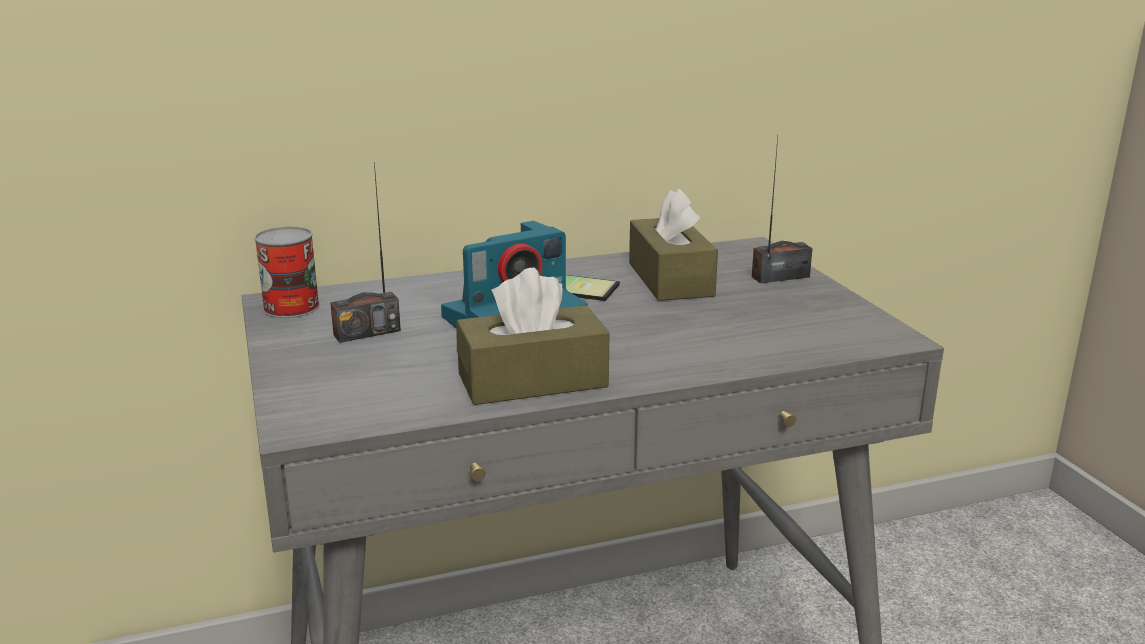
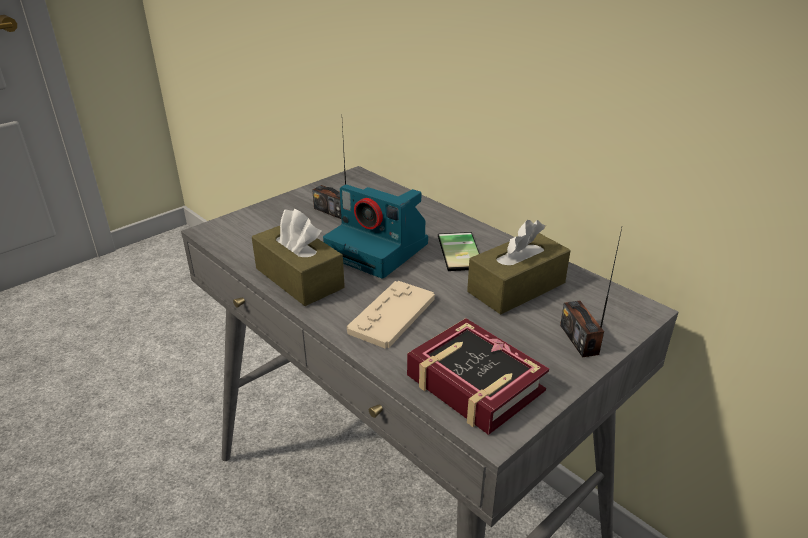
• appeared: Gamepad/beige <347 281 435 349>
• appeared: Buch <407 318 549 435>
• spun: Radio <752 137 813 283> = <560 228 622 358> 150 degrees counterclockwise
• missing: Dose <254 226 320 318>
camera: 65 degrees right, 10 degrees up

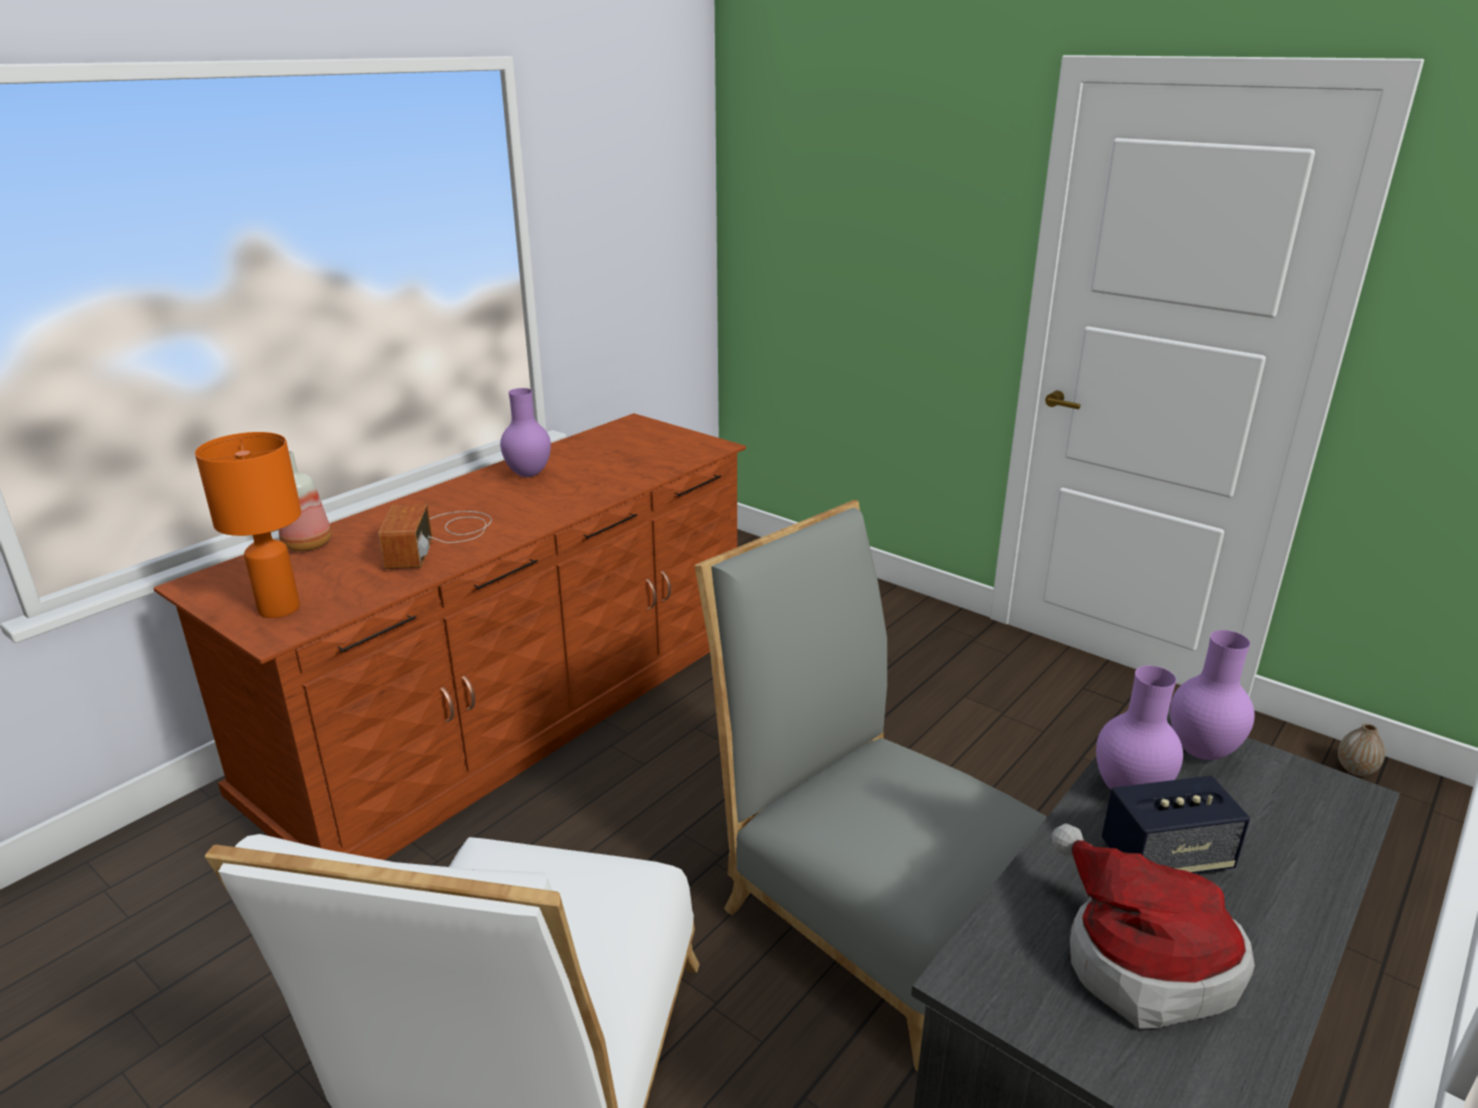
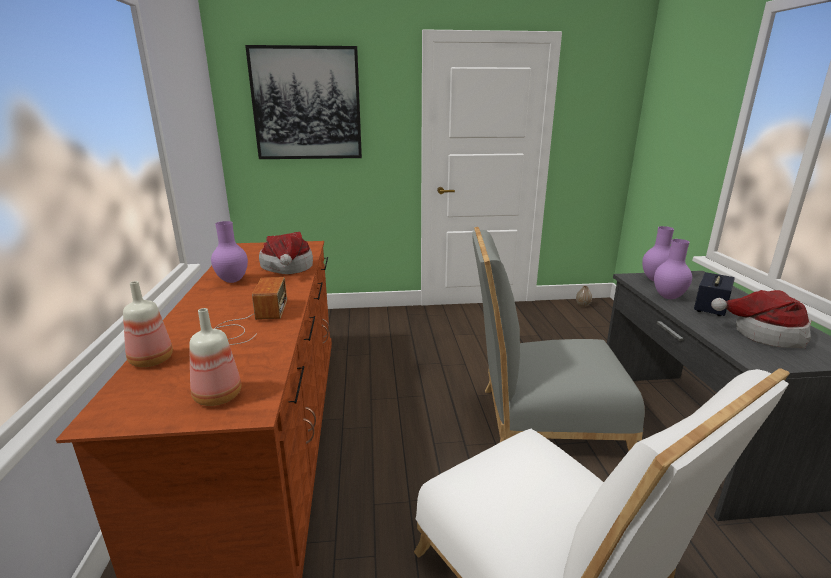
• exchanged: Tischlampe/orange <195 432 301 618> to Flasche <189 308 241 406>
• spun: Radio <379 504 492 569> = <214 277 287 345> 135 degrees counterclockwise
• appeared: Bild <245 45 362 159>
• appeared: Hut <259 232 313 274>
camera: 45 degrees left, 5 degrees down

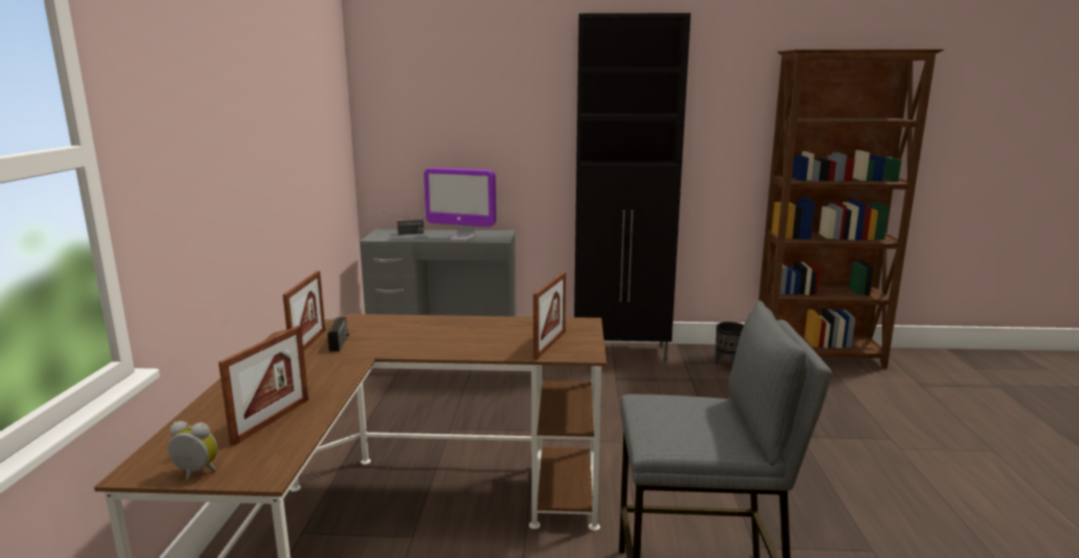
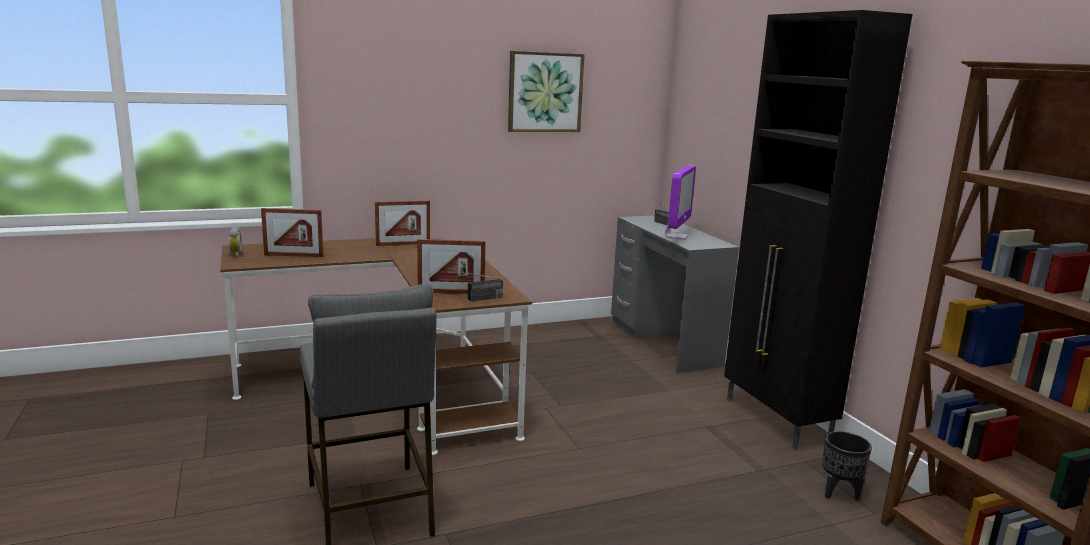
• relocated: Radio <321 317 349 352> to <450 271 503 301>
• appeared: Bild <508 51 585 132>
• spun: Monitor <424 168 496 241> = <665 165 696 240> 150 degrees counterclockwise
camera: 65 degrees right, 0 degrees up

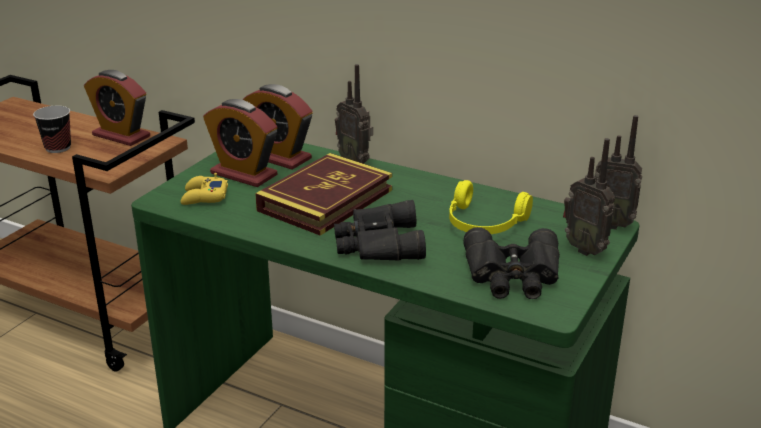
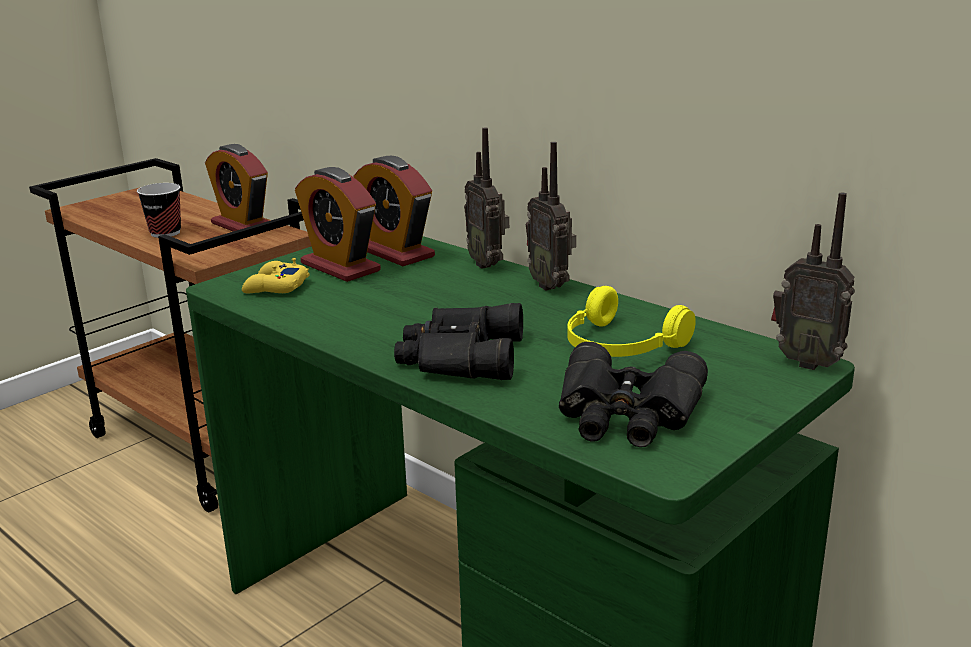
• relocated: Radio <563 138 615 256> to <526 142 576 291>
• missing: Buch <255 153 392 236>
camera: 15 degrees right, 5 degrees down

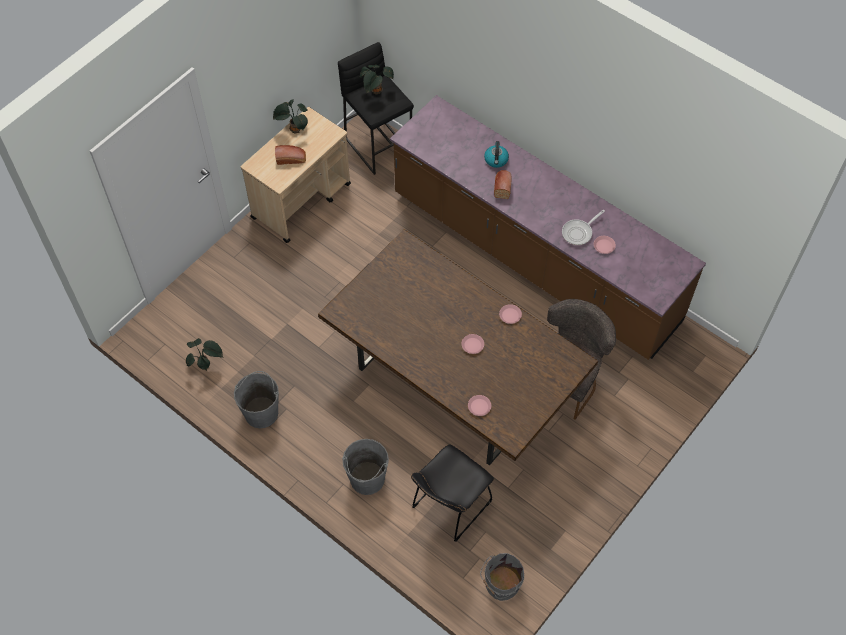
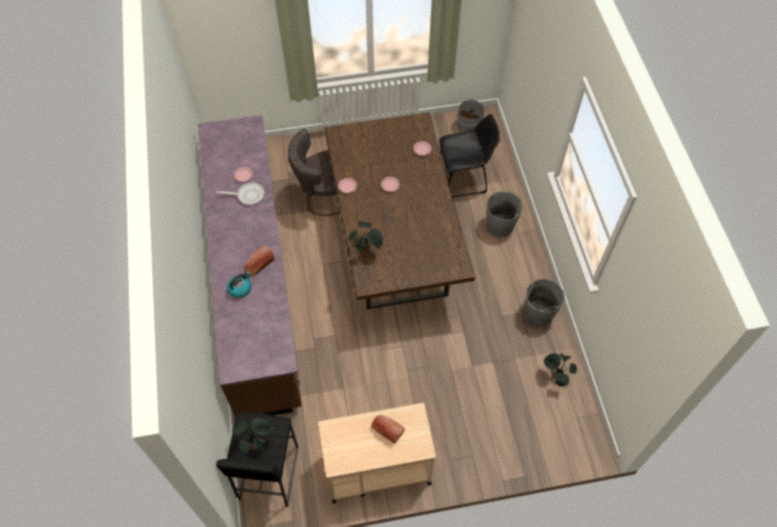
• relocated: Topfpflanze <273 100 308 133> to <348 221 383 252>
camera: 140 degrees left, 0 degrees up

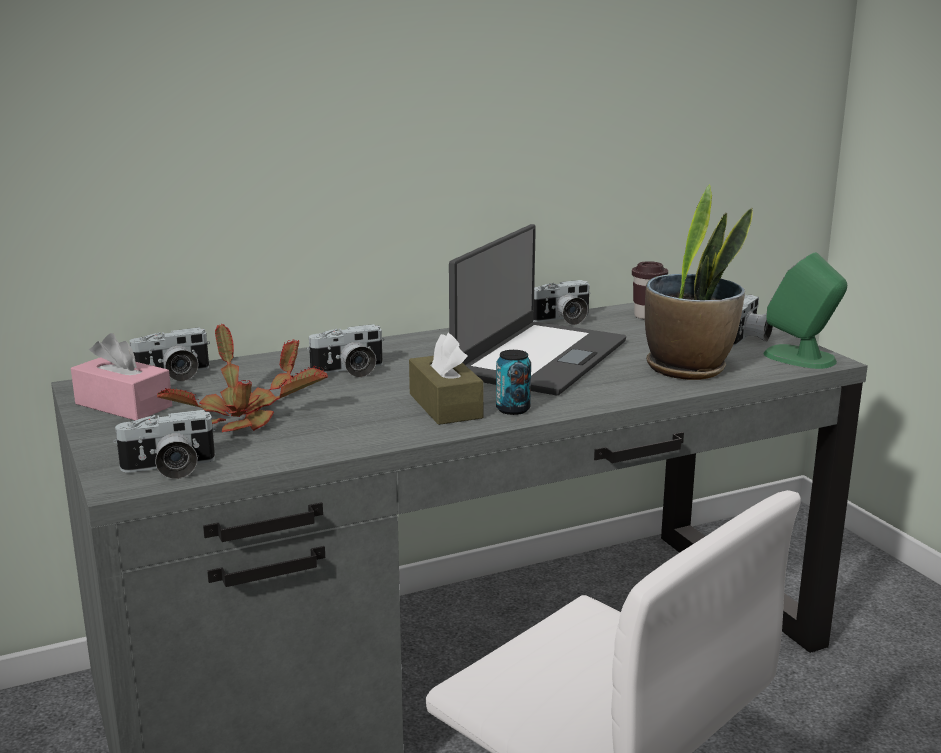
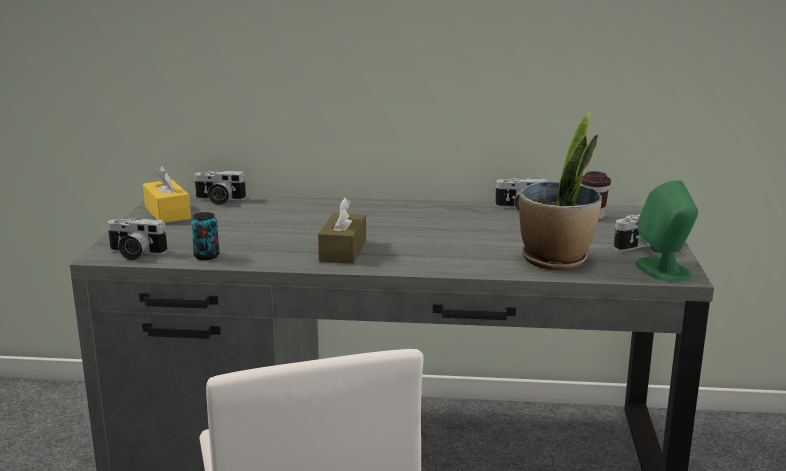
• colour: Taschentuchbox/rosa <71 333 172 420> to Taschentuchbox/gelb <143 165 191 223>
• relocated: Dose <496 350 531 415> to <191 212 219 260>
• missing: Topfpflanze <157 323 328 432>
• missing: Kamera <307 324 384 378>
• missing: Laptop <449 224 626 395>
camera: 30 degrees right, 0 degrees up

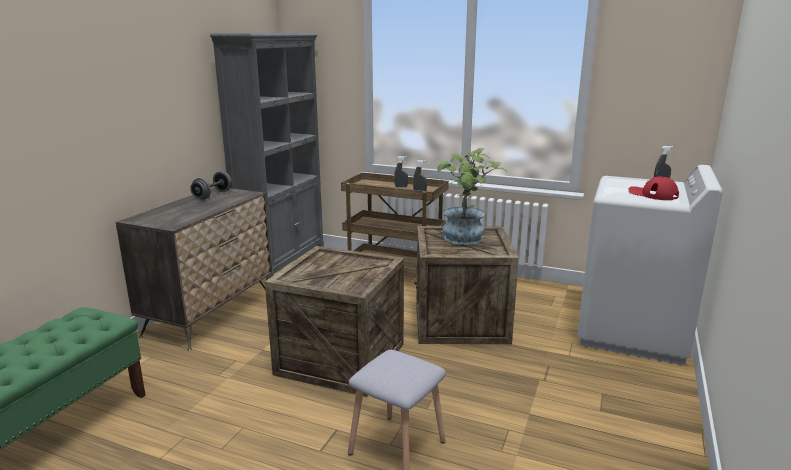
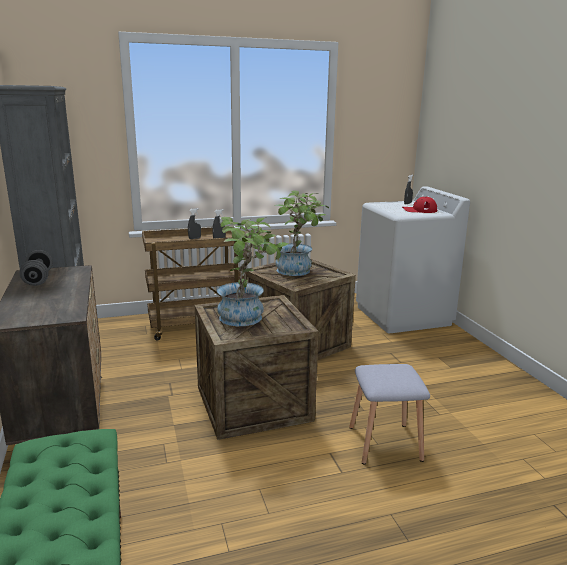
• appeared: Topfpflanze <217 217 288 326>
camera: 40 degrees left, 0 degrees up

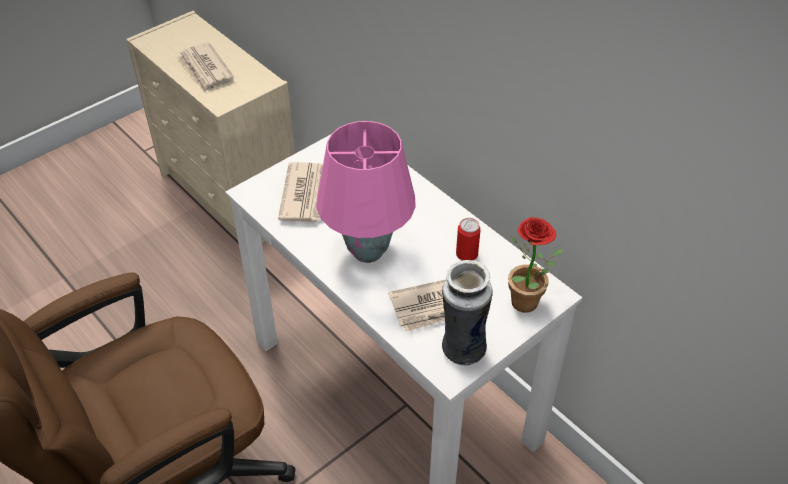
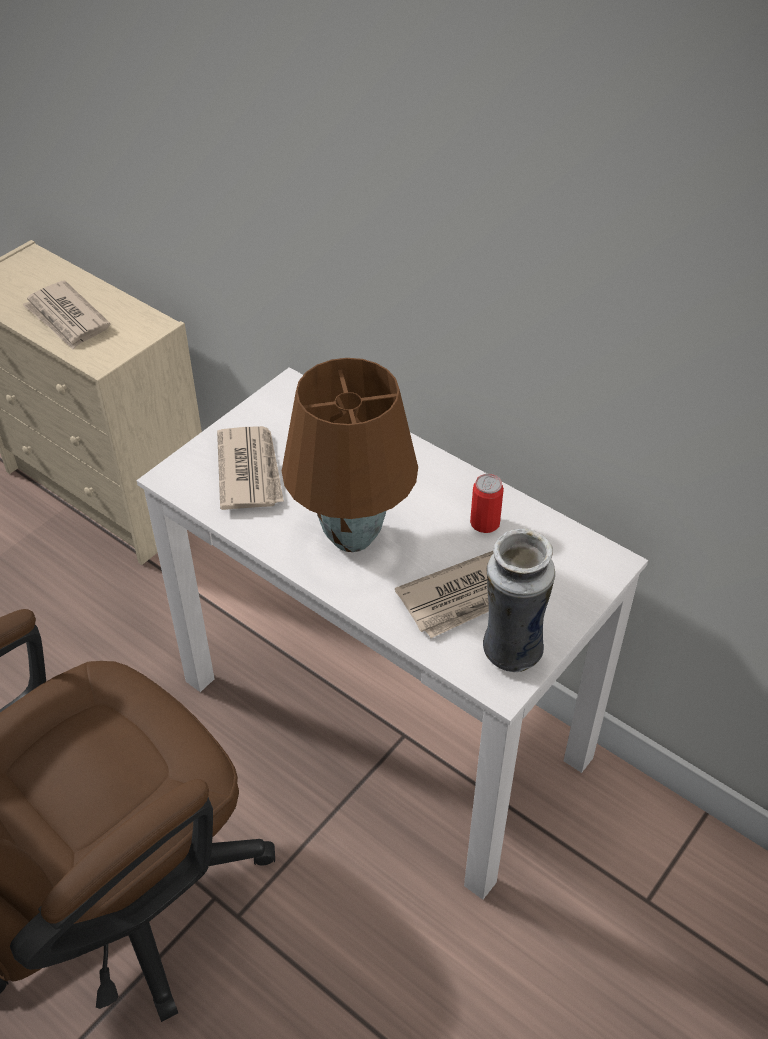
• colour: Tischlampe/rosa <316 121 416 263> to Tischlampe/braun <282 358 418 552>
• missing: Topfpflanze <508 217 564 313>
camera: 10 degrees left, 0 degrees up

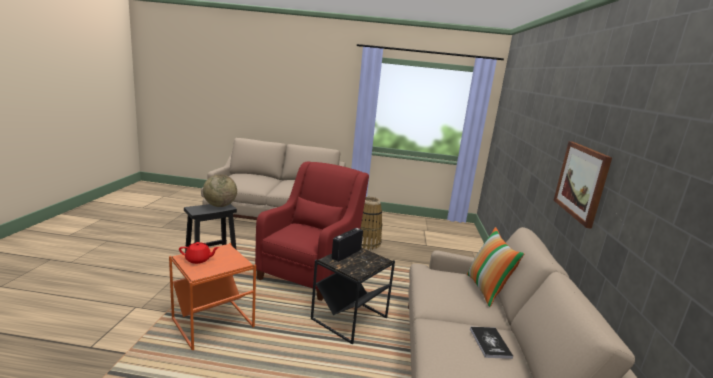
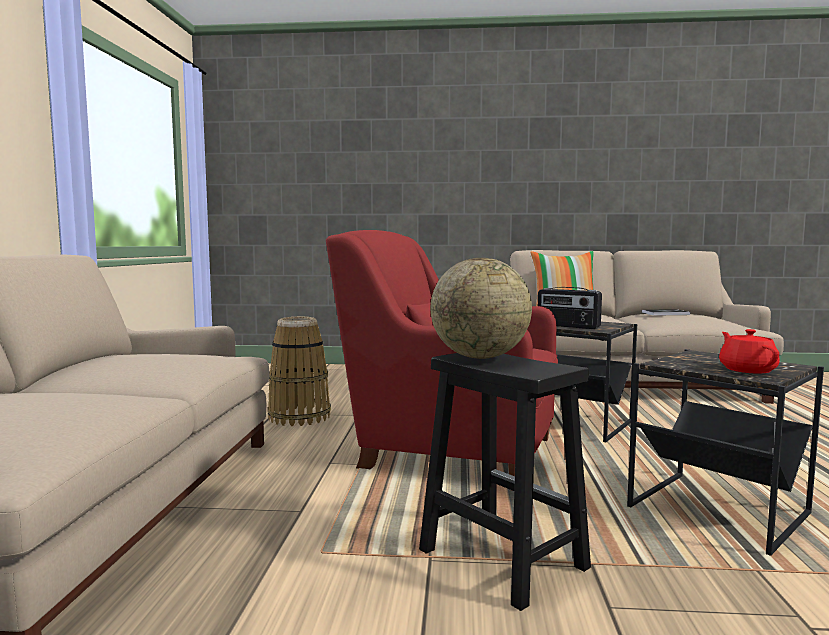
• colour: Beistelltisch/orange <169 243 256 350> to Beistelltisch/schwarz <627 349 824 556>
• missing: Bild <554 141 612 229>
camera: 90 degrees left, 10 degrees down

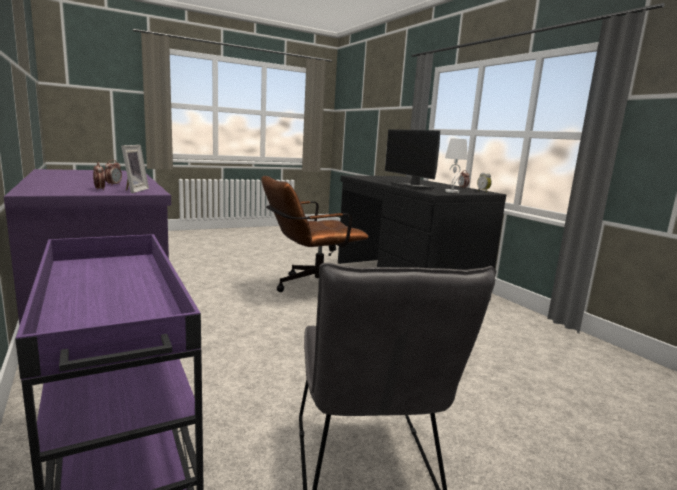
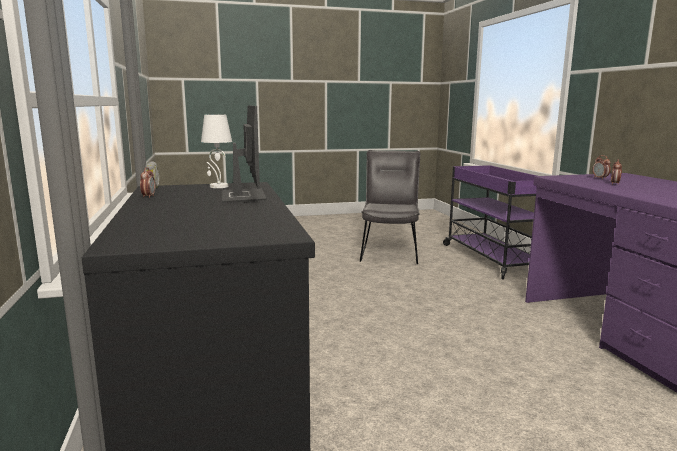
• missing: Bilderrahmen <121 145 149 193>
• missing: Bürostuhl/braun <261 176 369 292>
camera: 165 degrees left, 0 degrees up

